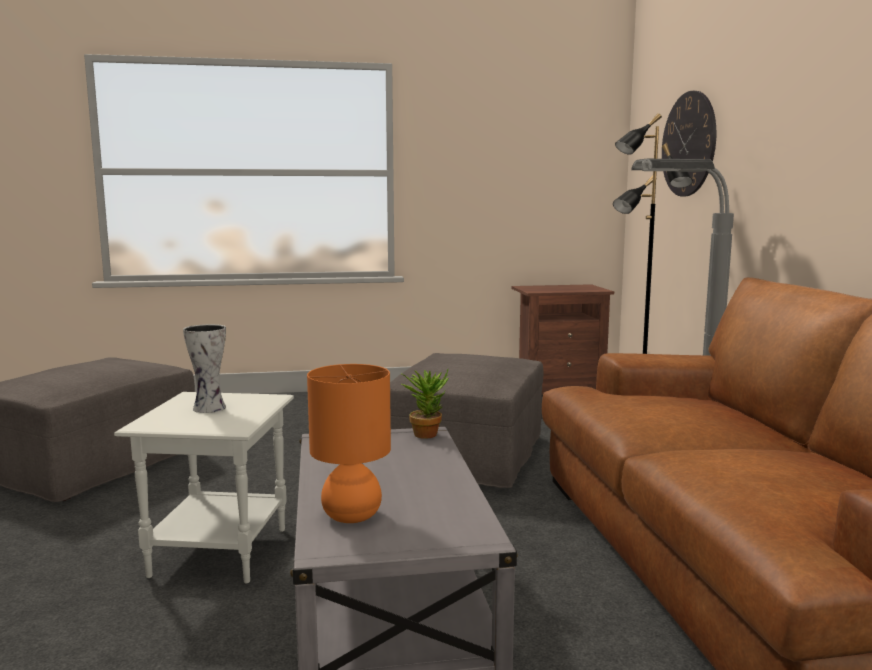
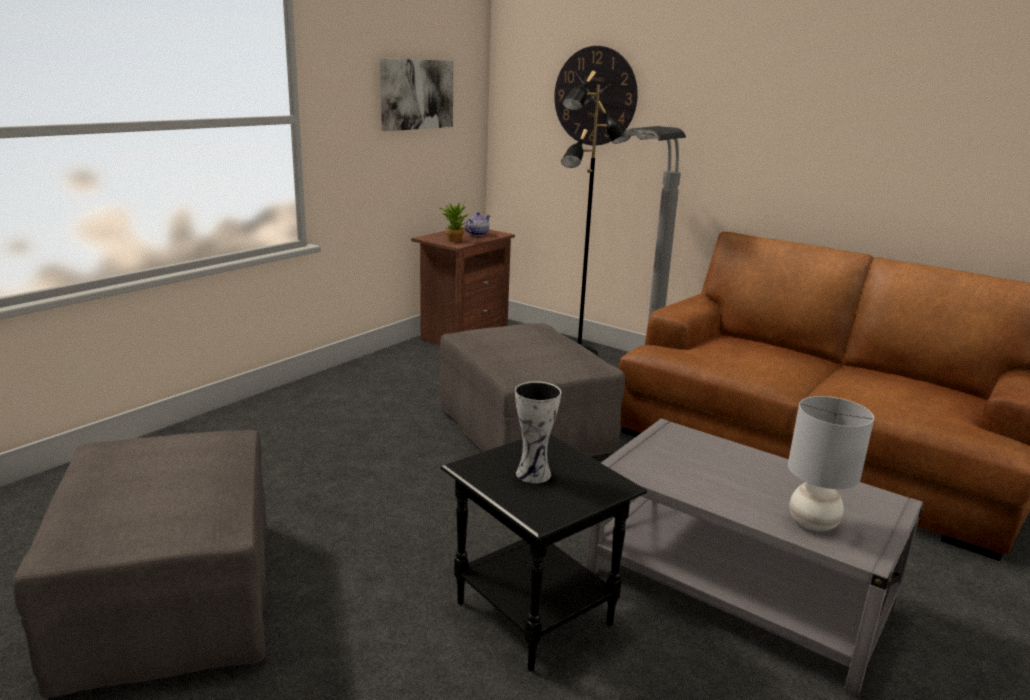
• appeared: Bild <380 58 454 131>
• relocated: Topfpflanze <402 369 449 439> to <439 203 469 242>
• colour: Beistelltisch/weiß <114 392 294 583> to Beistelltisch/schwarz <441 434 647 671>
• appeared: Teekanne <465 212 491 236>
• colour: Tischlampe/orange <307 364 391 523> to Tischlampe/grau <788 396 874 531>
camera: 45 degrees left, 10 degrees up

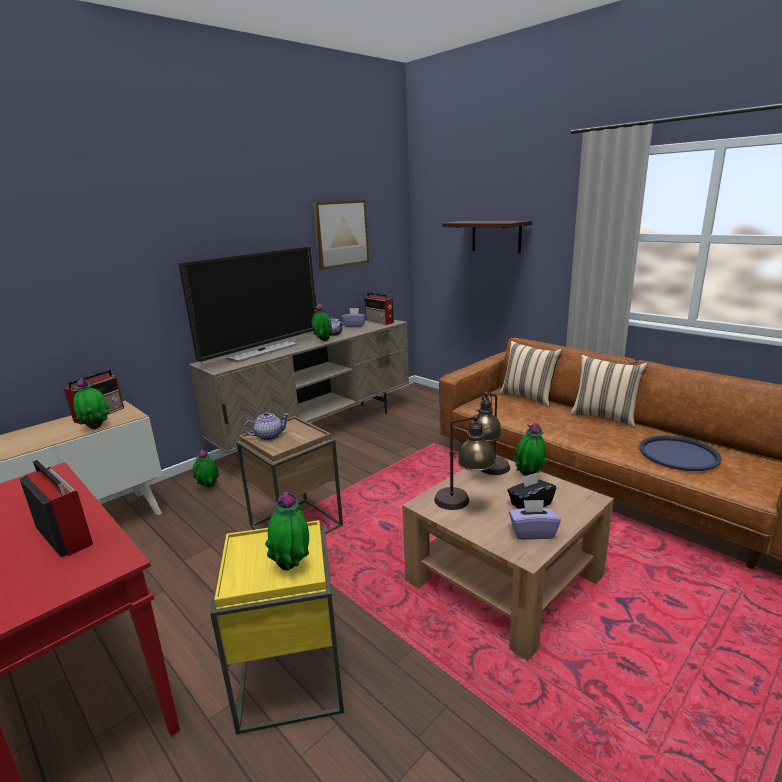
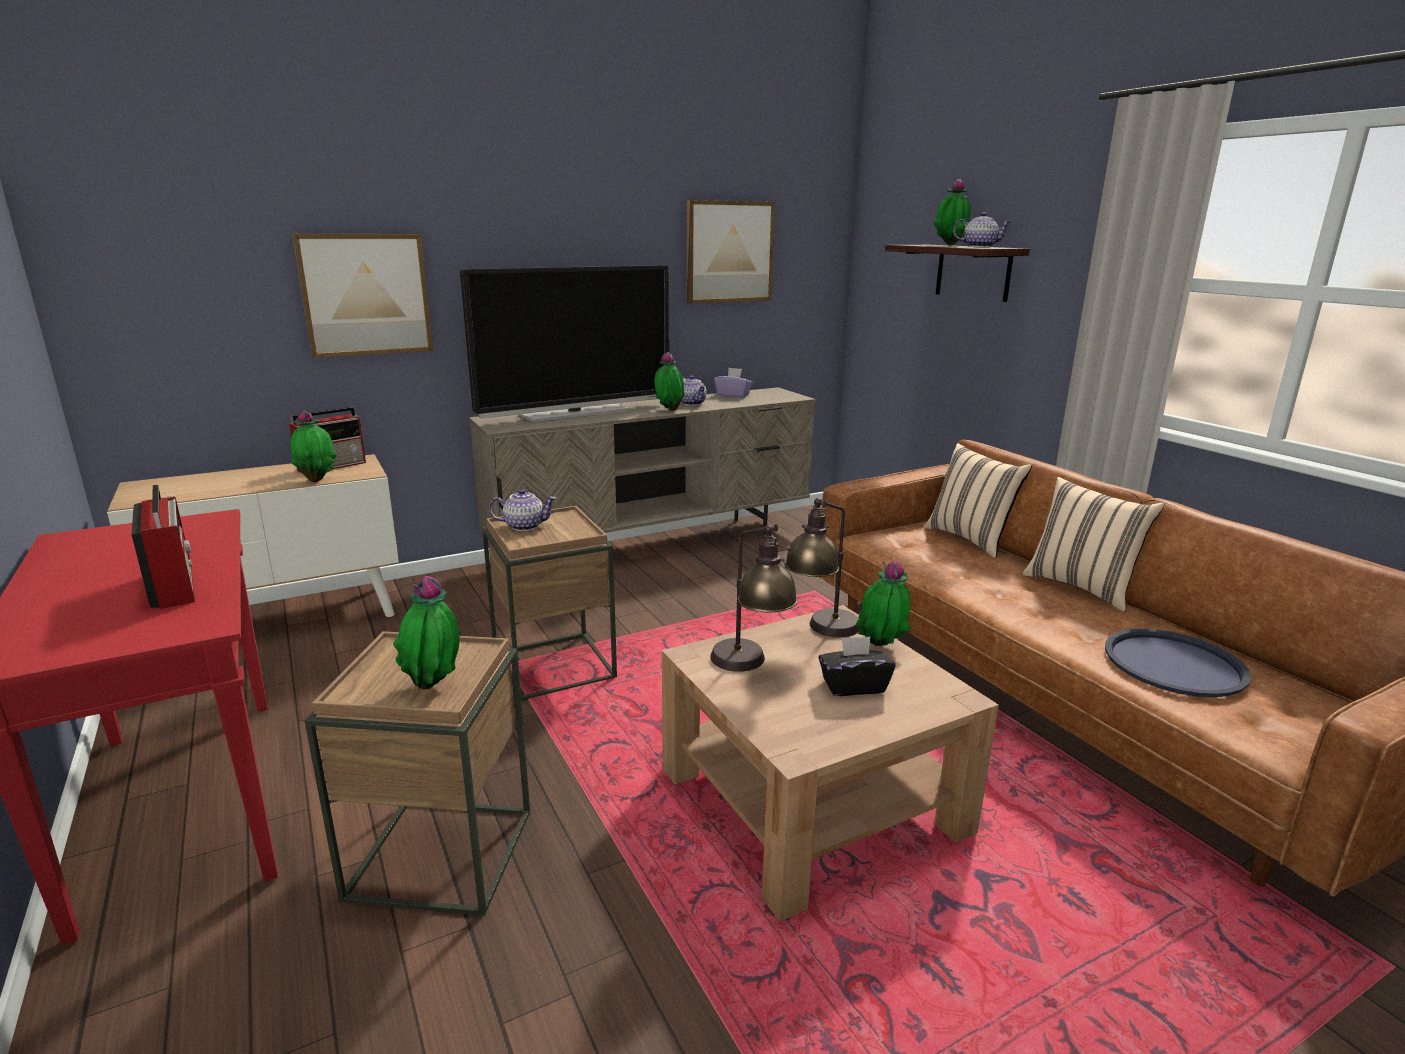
• appeared: Bild <292 234 433 358>
• colour: Beistelltisch/gelb <210 520 344 735> to Beistelltisch/braun <304 631 530 916>
• relocated: Topfpflanze <193 449 220 487> to <934 179 970 245>
• appeared: Teekanne <953 212 1012 247>
• missing: Radio <364 292 394 325>
• missing: Taschentuchbox/lila <509 500 561 540>
camera: 15 degrees right, 0 degrees up

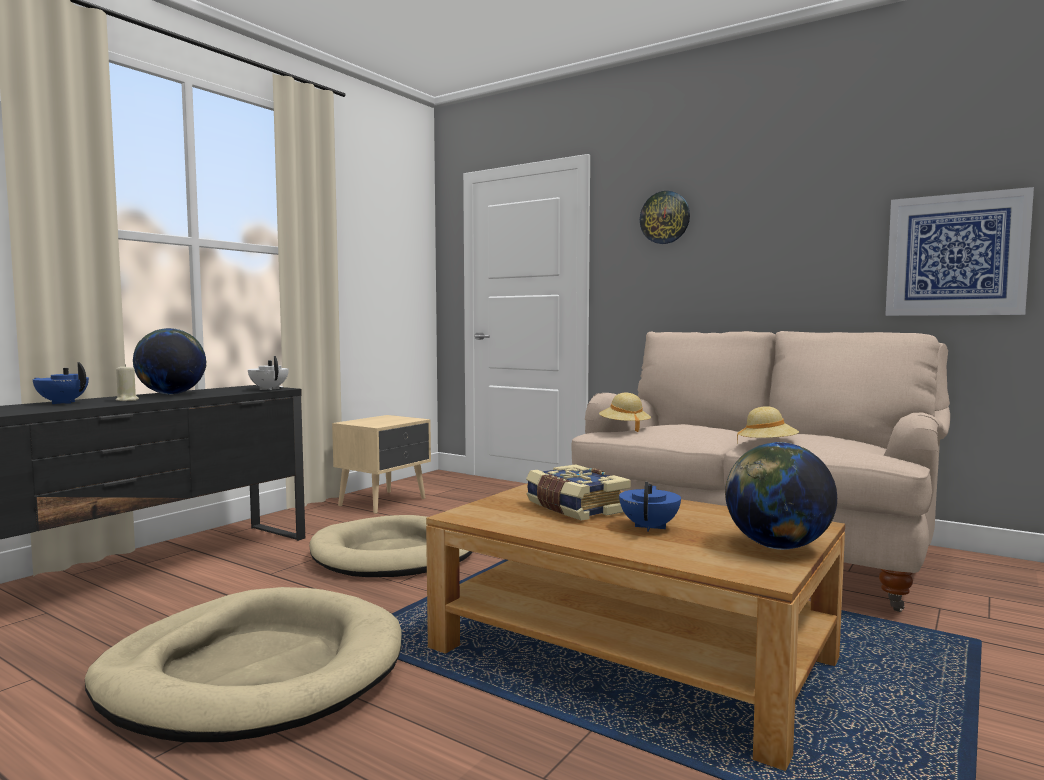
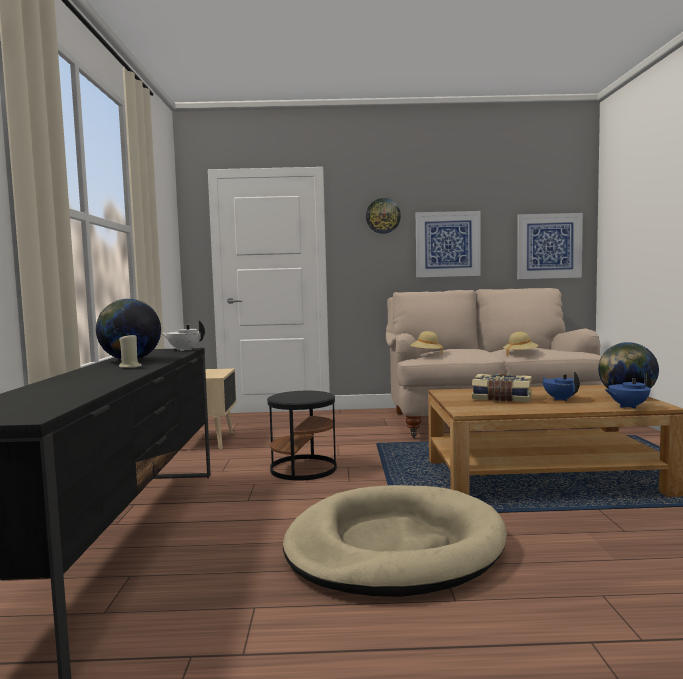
• exchanged: Hundebett/beige <309 515 472 577> to Beistelltisch/schwarz <267 391 337 481>
• appeared: Bild <416 211 481 277>
• relocated: Teekanne/blau <33 362 89 404> to <605 373 651 409>
camera: 35 degrees left, 0 degrees up

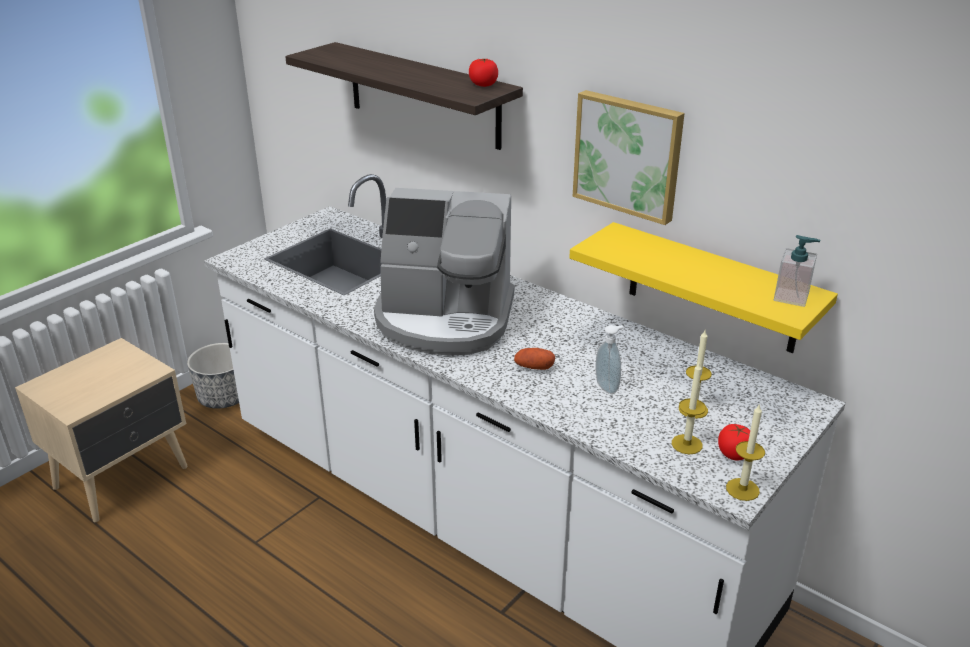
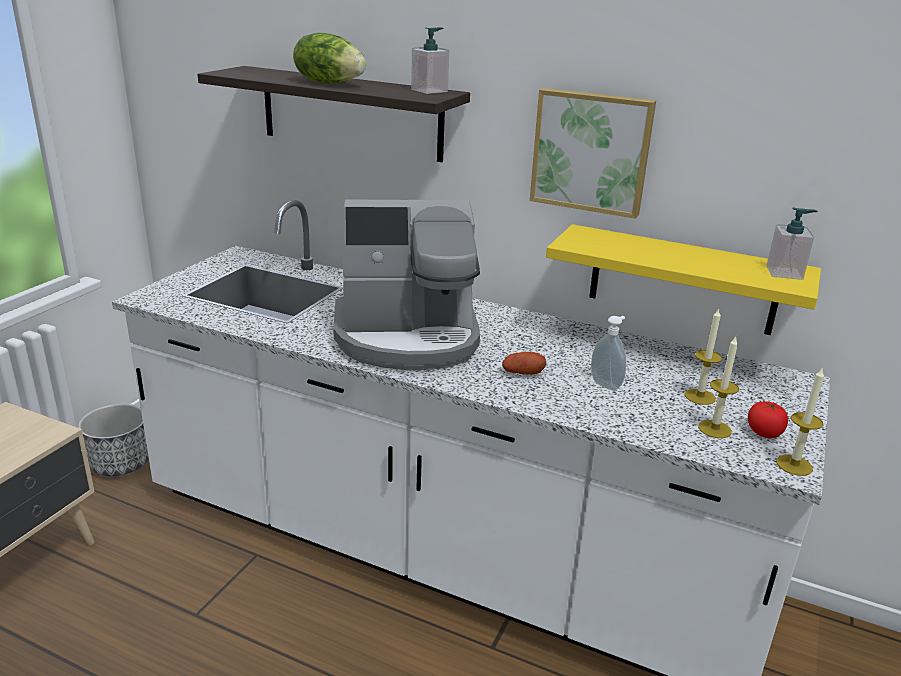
• appeared: Salatkopf <293 33 366 83>
• exchanged: Tomate <469 59 498 87> to Seifenspender <411 27 449 94>
camera: 15 degrees left, 5 degrees down

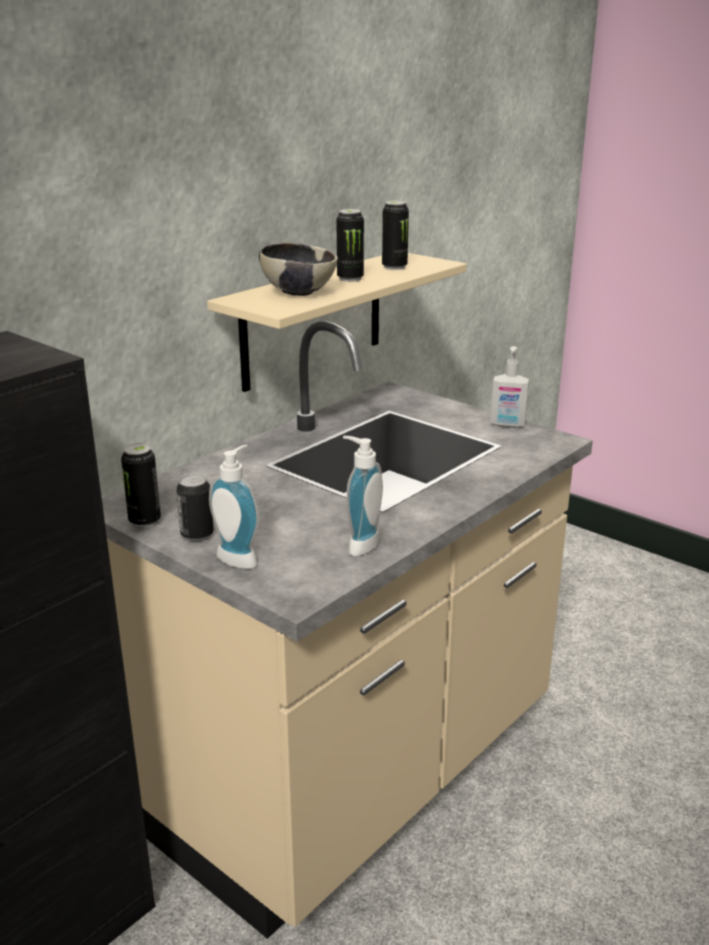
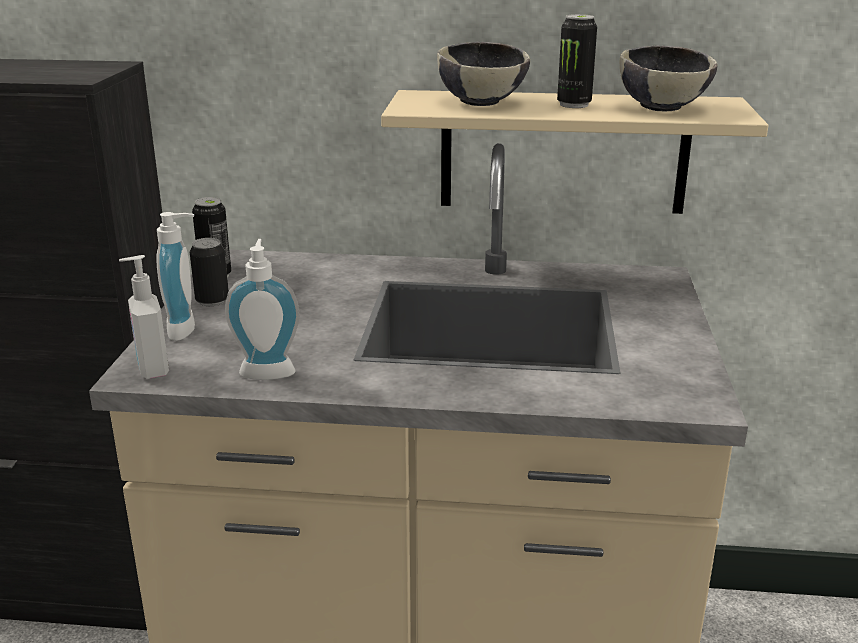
• relocated: Seifenspender <491 346 529 428> to <119 255 169 379>
• exchanged: Dose <382 201 409 270> to Schüssel <620 45 718 112>
camera: 55 degrees right, 0 degrees up

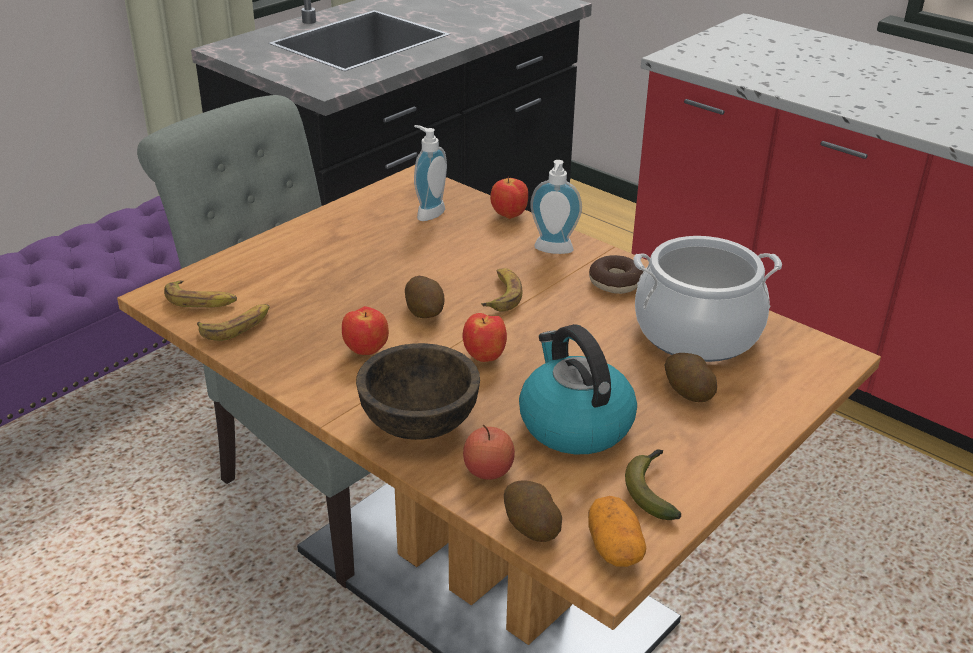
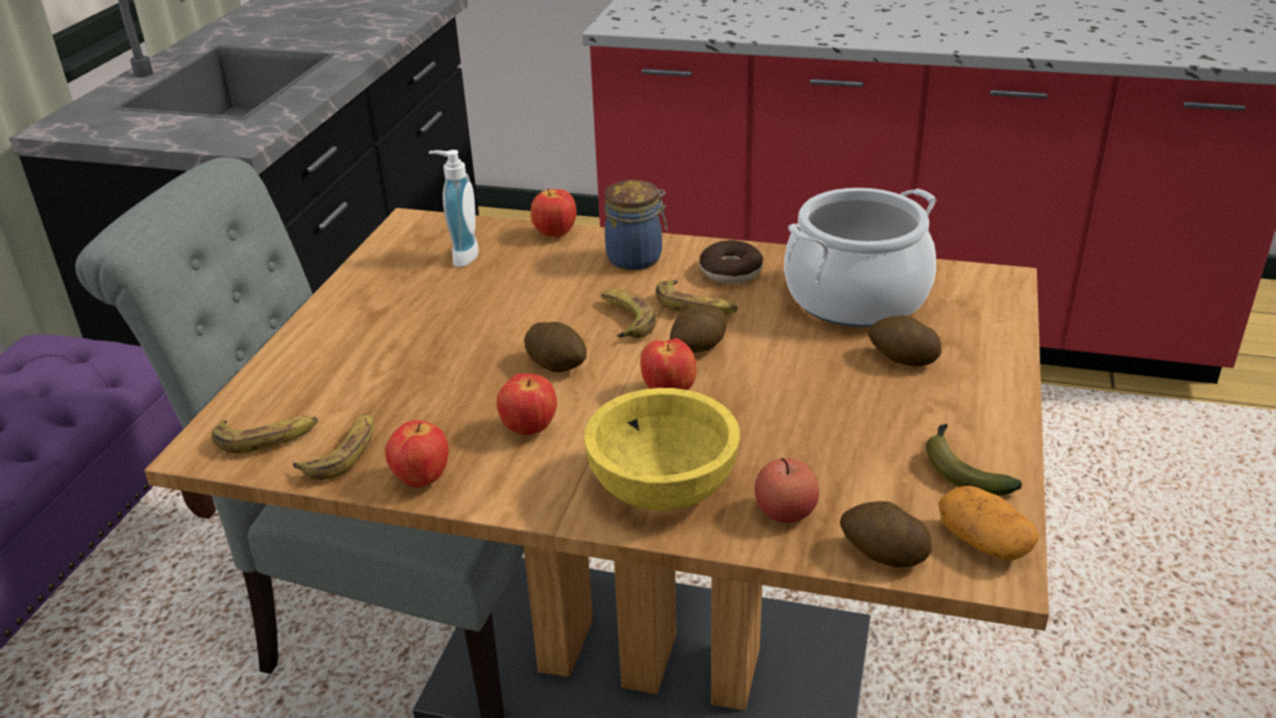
• appeared: Apfel <385 420 449 488>
• colour: Schüssel/braun <356 343 480 440> to Schüssel/gelb <584 388 740 511>
• exchanged: Seifenspender <530 160 582 254> to Vorratsglas <605 180 668 270>
• appeared: Banane <655 280 738 315>
• appeared: Kartoffel <670 305 726 353>
• missing: Wasserkessel <519 324 637 454>
camera: 25 degrees left, 0 degrees up

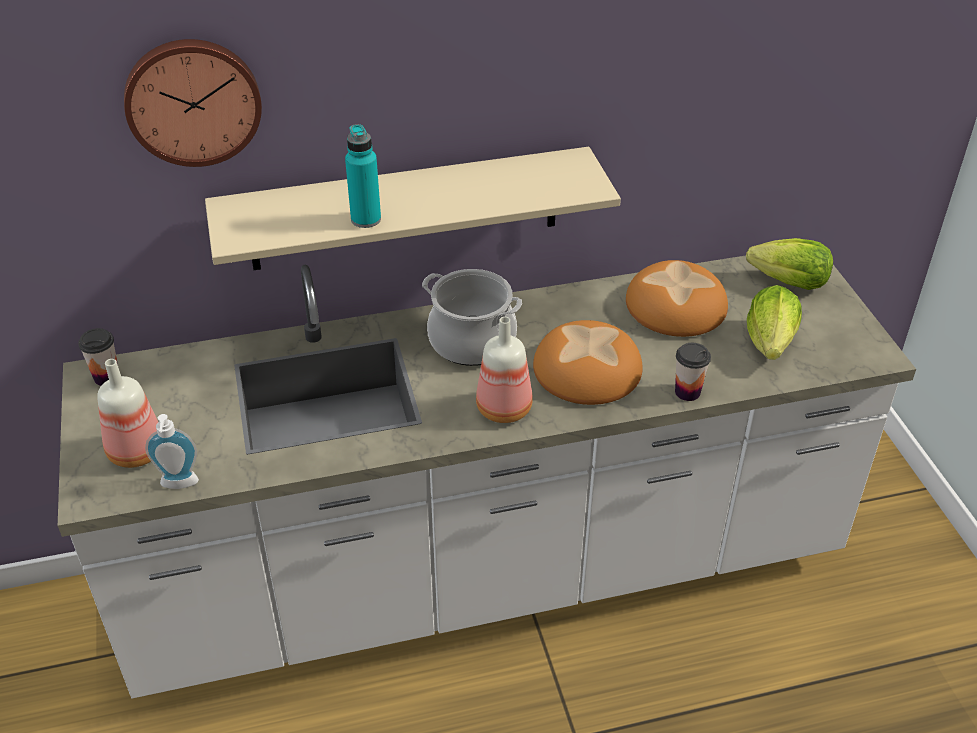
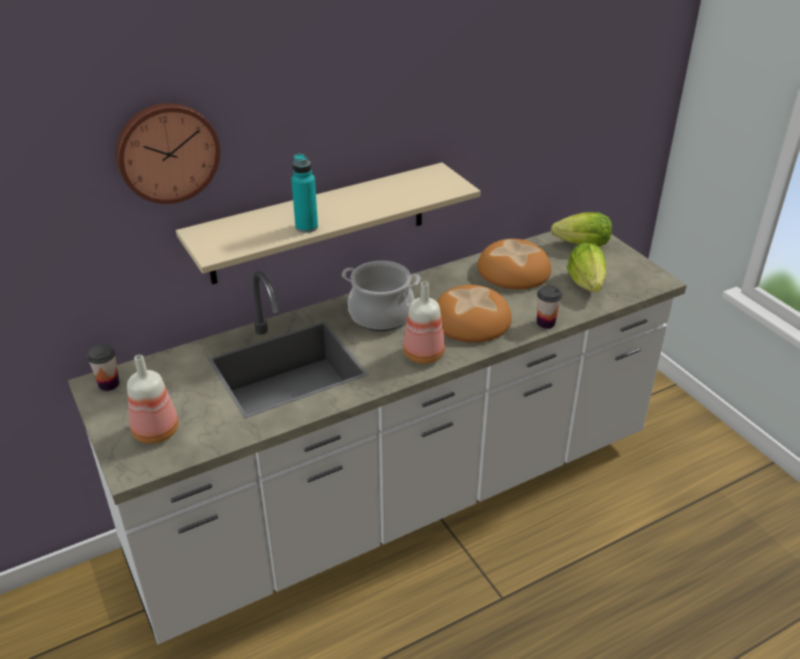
• missing: Seifenspender <145 414 199 489>
camera: 15 degrees left, 5 degrees down

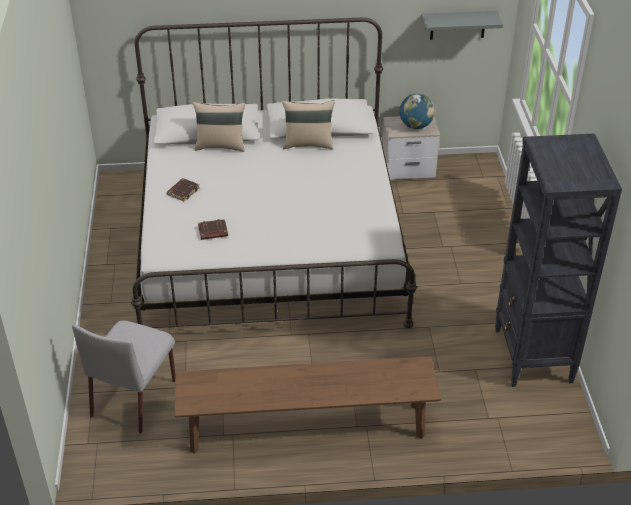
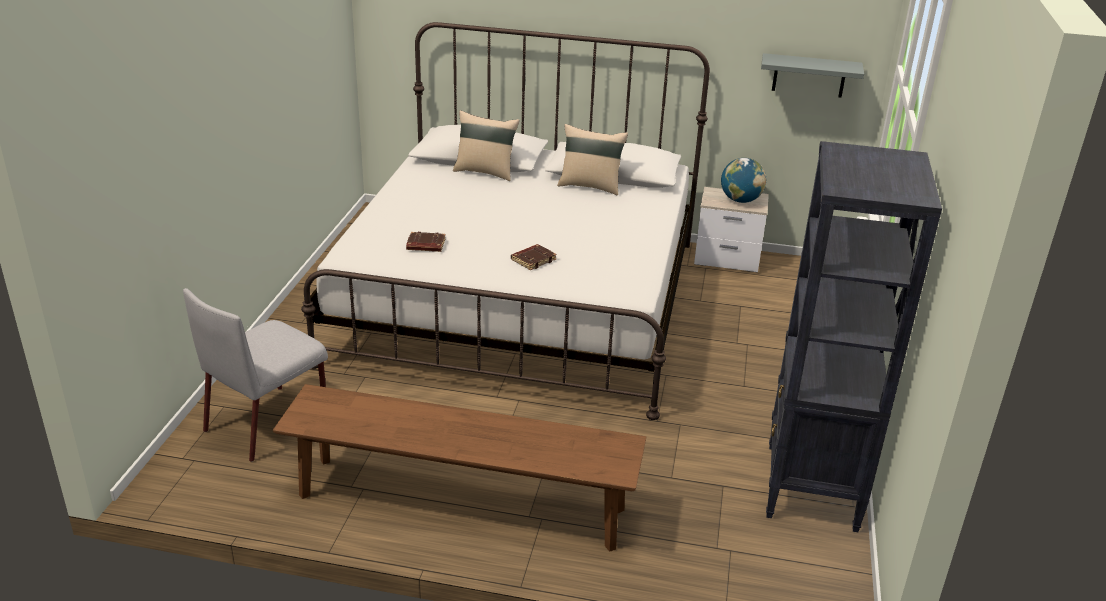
• relocated: Buch/braun <167 178 200 202> to <511 244 557 270>
camera: 15 degrees right, 10 degrees down

